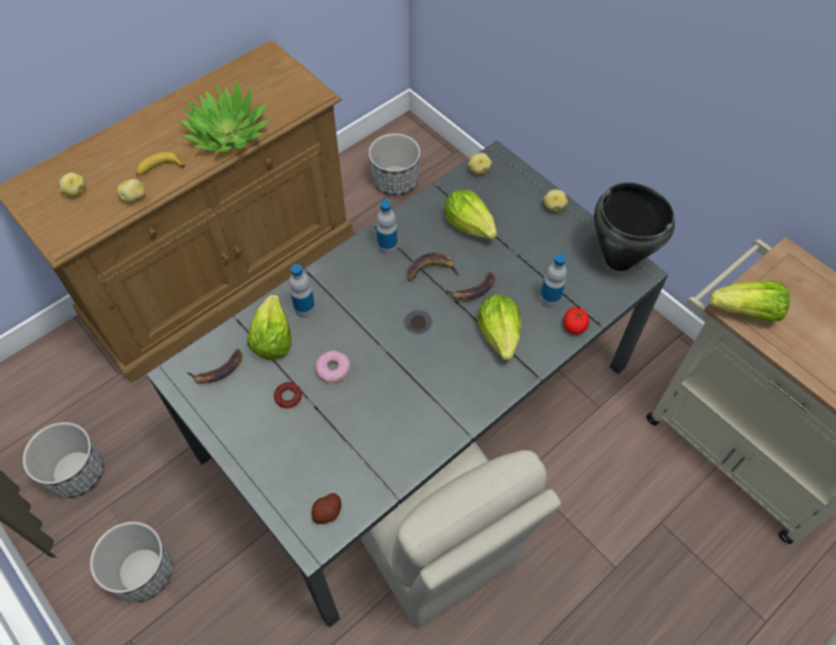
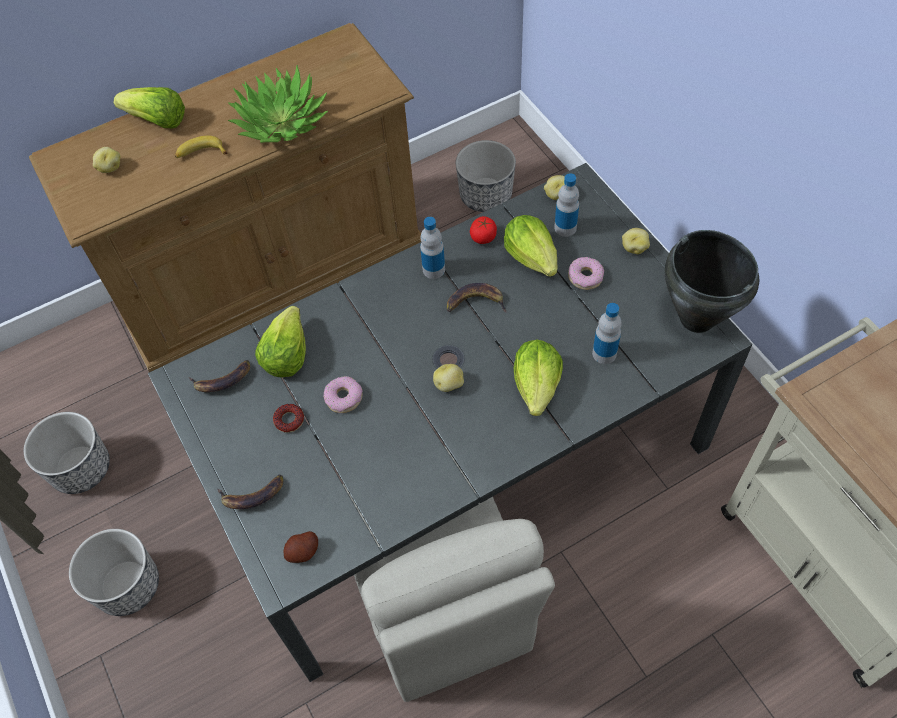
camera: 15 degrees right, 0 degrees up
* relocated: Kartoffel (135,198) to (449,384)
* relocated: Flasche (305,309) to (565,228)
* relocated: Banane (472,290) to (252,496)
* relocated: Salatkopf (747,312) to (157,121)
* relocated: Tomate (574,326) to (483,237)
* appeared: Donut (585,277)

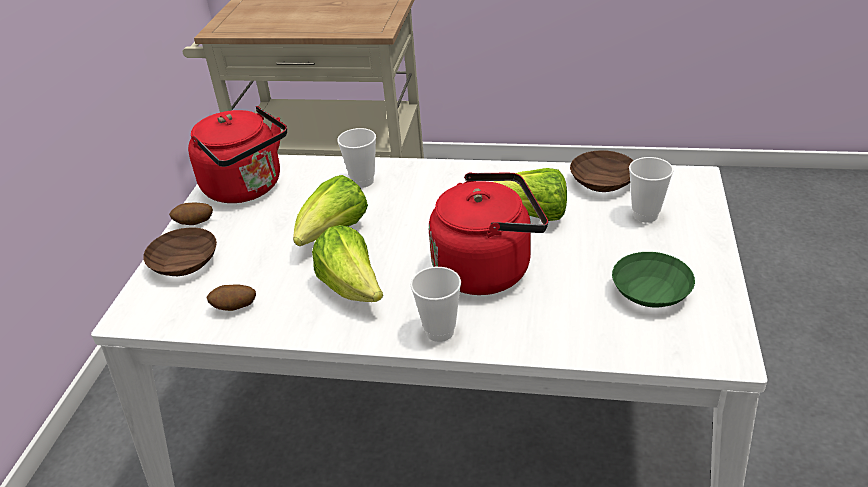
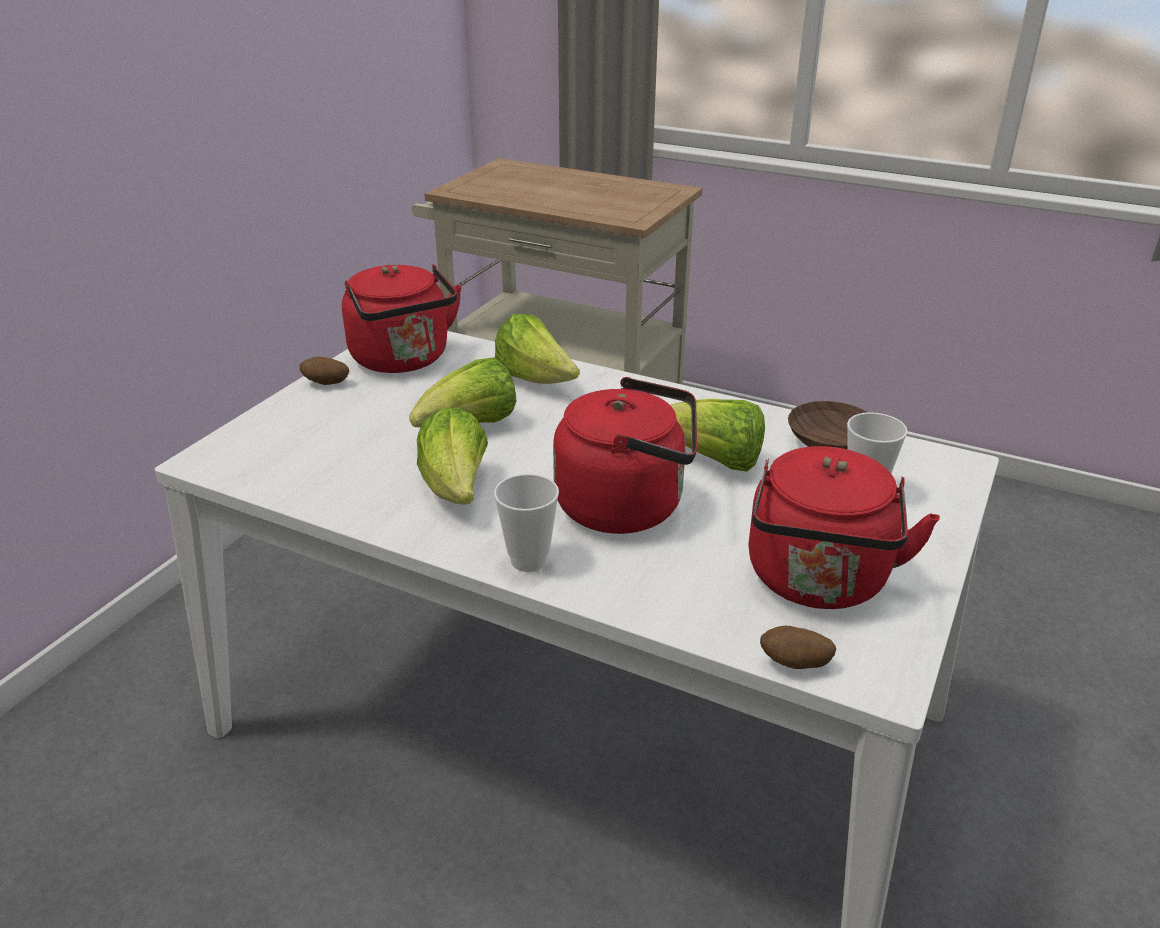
camera: 15 degrees right, 5 degrees down
* exchanged: Tasse (363,181) to Salatkopf (536,380)
* missing: Schüssel (braun) (183,264)
* exchanged: Schüssel (grün) (650,293) to Wasserkessel (rot) (818,583)
* relocated: Kartoffel (234,308) to (794,664)

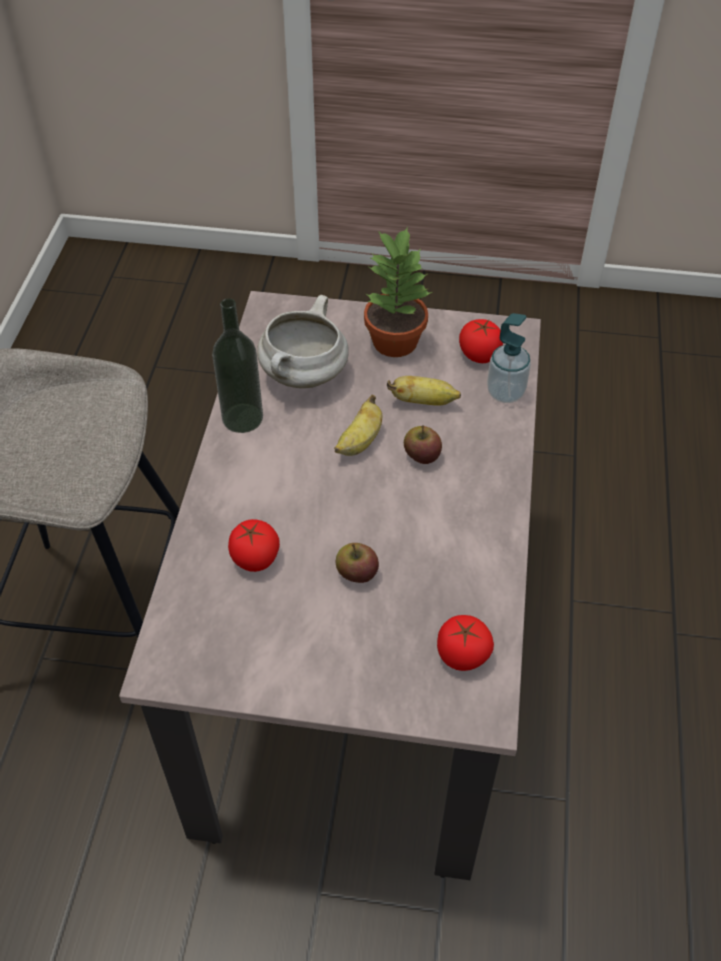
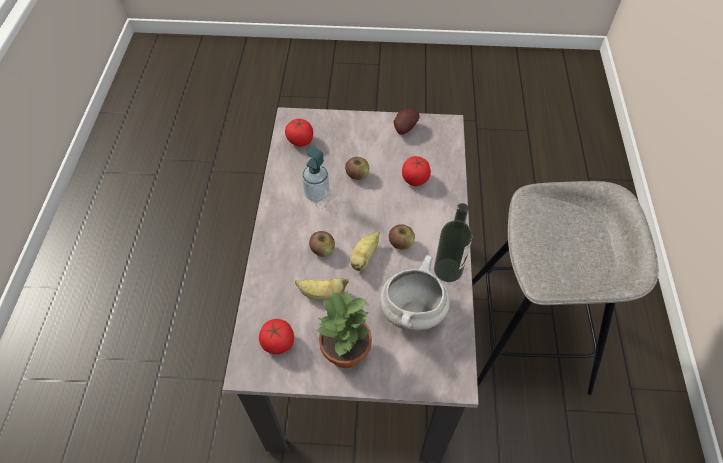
camera: 175 degrees right, 5 degrees up
* relocated: Seifenspender (505,392) to (317,194)
* appeared: Kartoffel (404,128)
* appeared: Apfel (401,243)

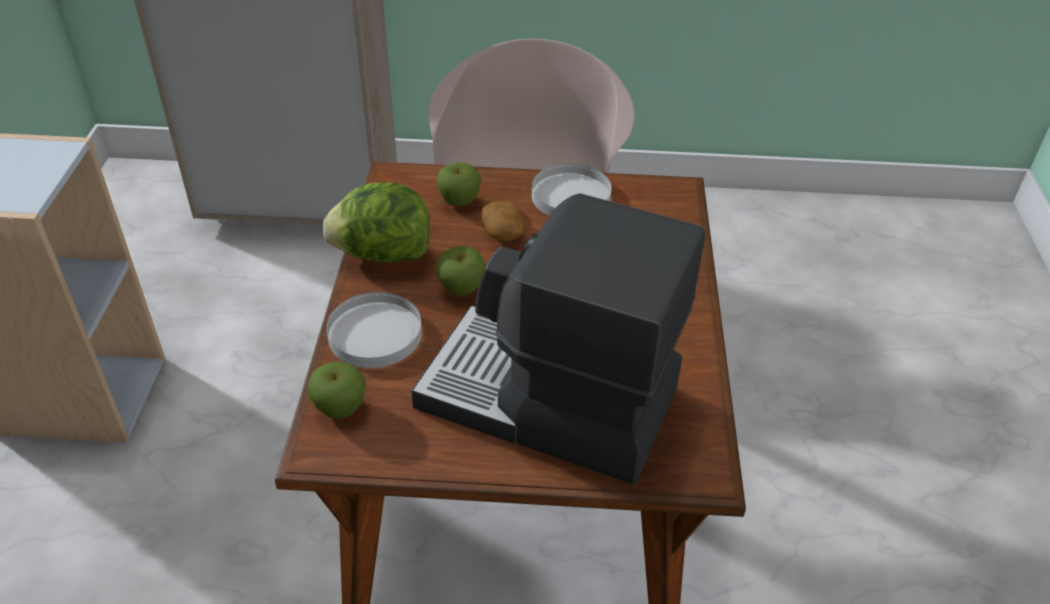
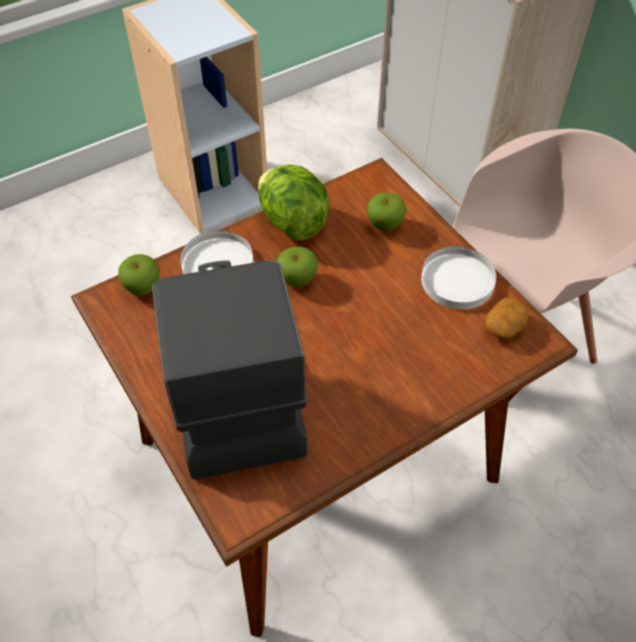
camera: 55 degrees right, 10 degrees up
* relocated: Kartoffel (503,233) to (504,327)

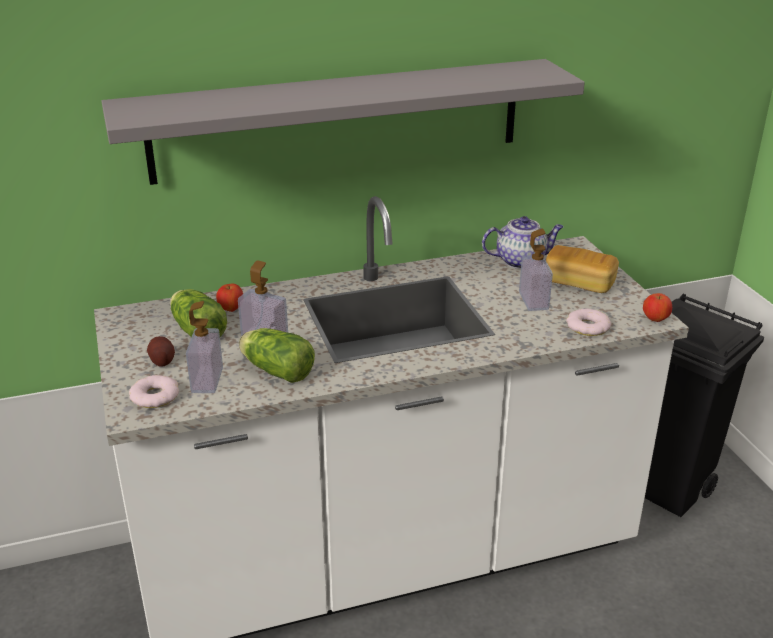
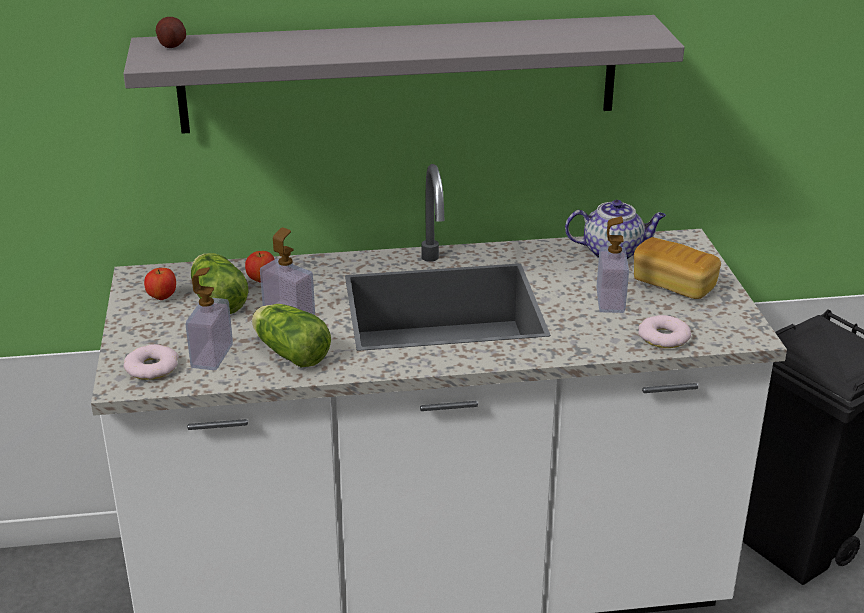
camera: 10 degrees right, 0 degrees up
* relocated: Apfel (655,319) to (162,297)
* relocated: Kartoffel (162,360) to (171,44)

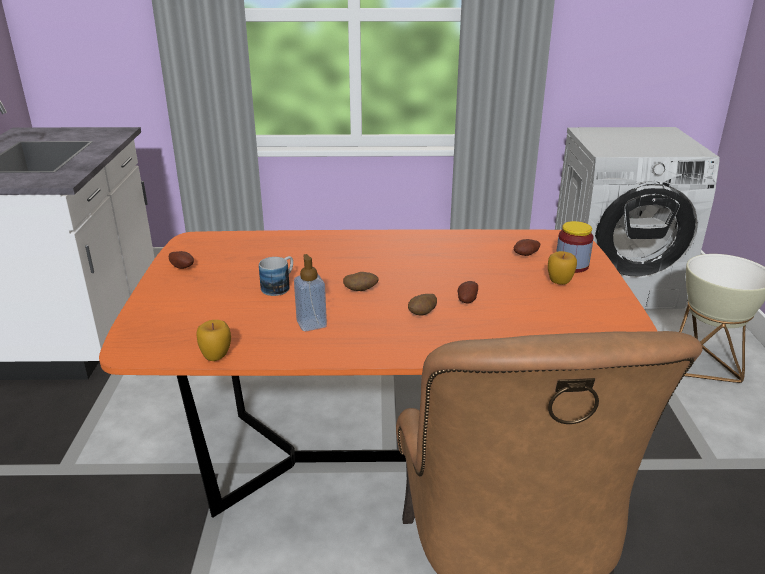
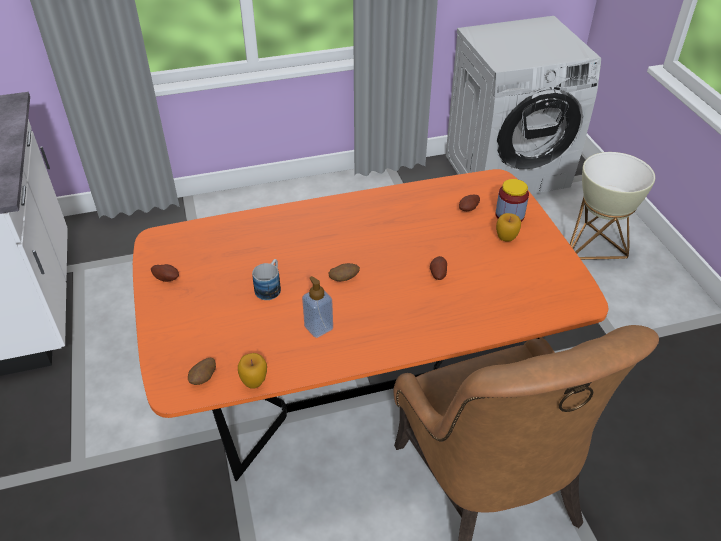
camera: 15 degrees left, 15 degrees up
* relocated: Kartoffel (422,314) to (204,378)

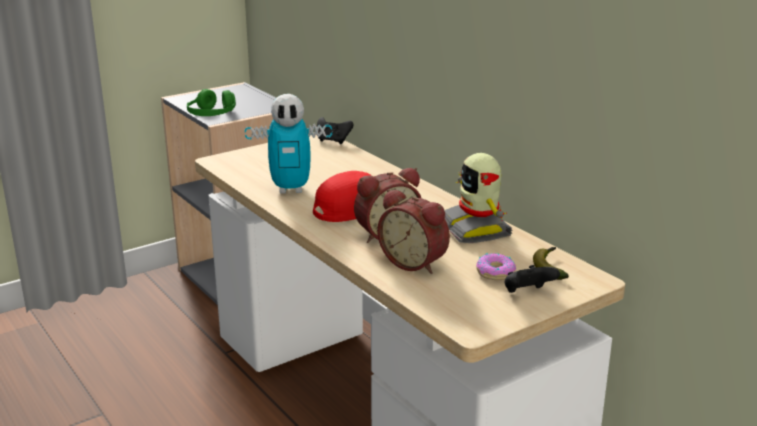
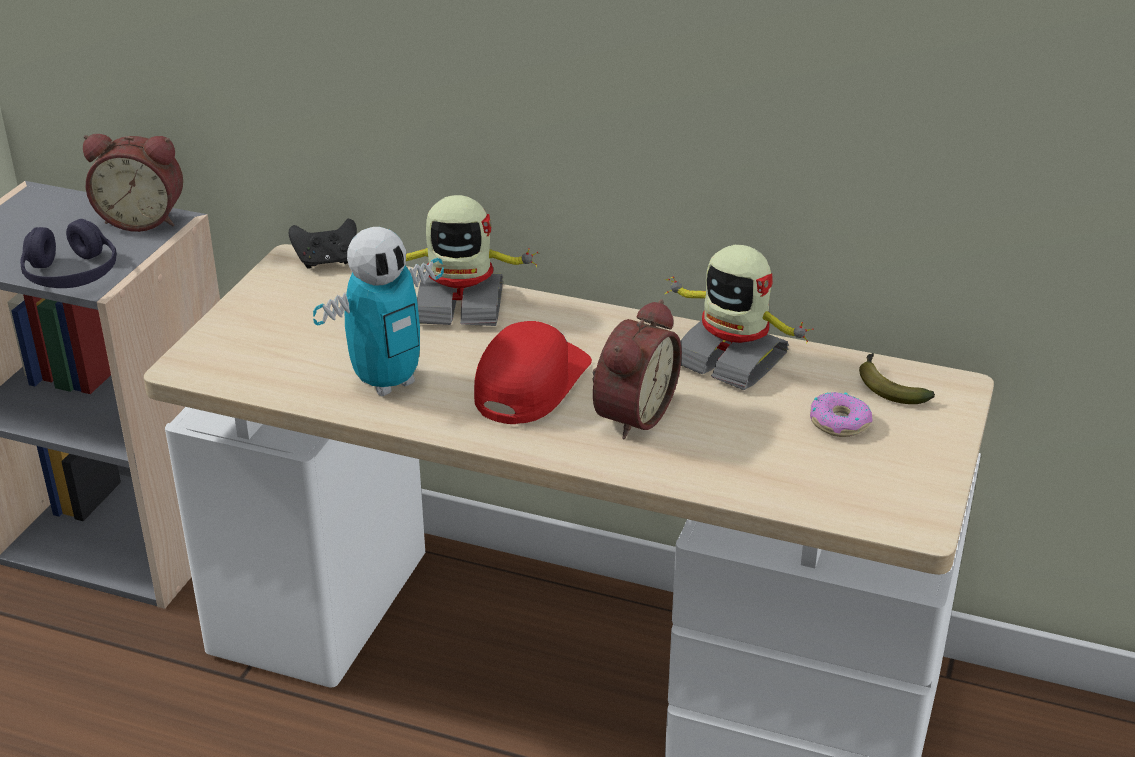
camera: 35 degrees left, 10 degrees up
* colour: Kopfhörer (grün) (212,115) to Kopfhörer (lila) (71,274)
* relocated: Wecker (415,262) to (143,219)
* missing: Gamepad (schwarz) (527,293)
* appeared: Spielzeugroboter (460,305)

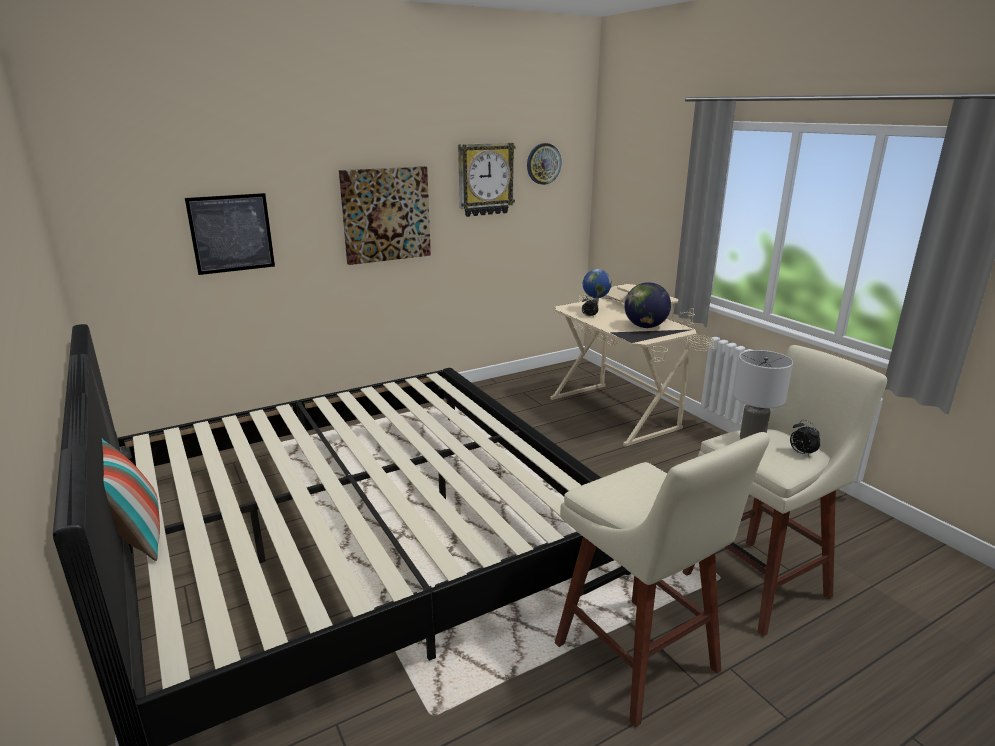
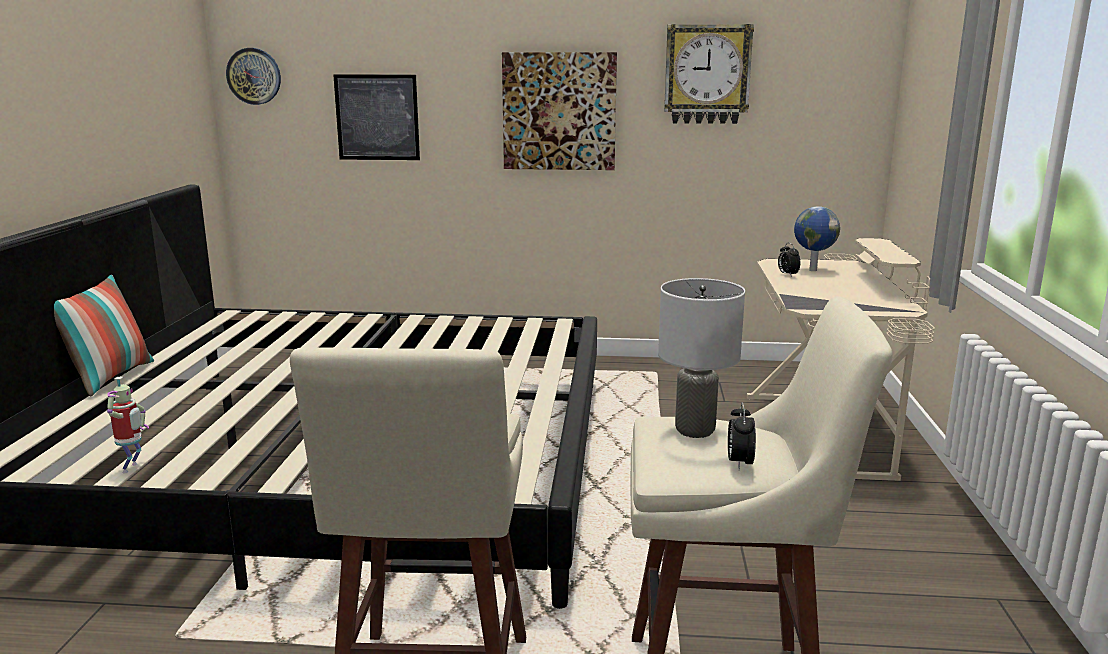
camera: 35 degrees right, 5 degrees down
* relocated: Wanduhr (543,163) to (254,76)
* missing: Globus (645,327)
* appeared: Spielzeugroboter (133,468)

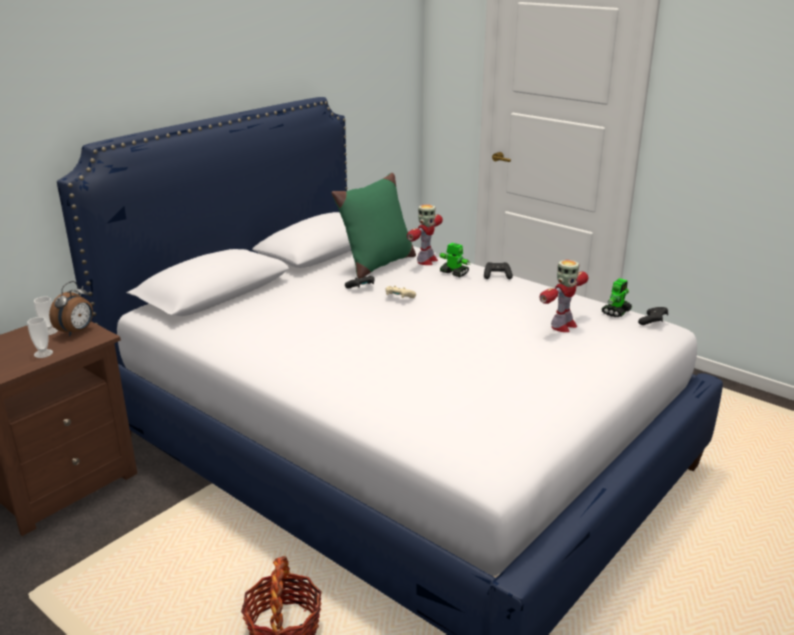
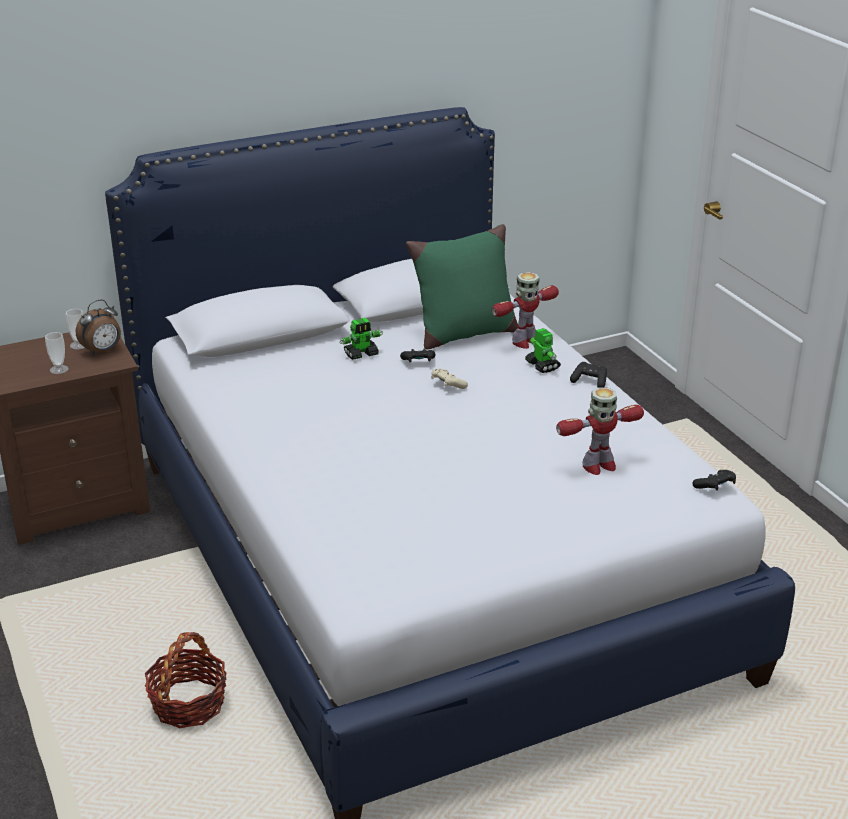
camera: 25 degrees right, 5 degrees up
* relocated: Spielzeugroboter (616,312) to (361,354)

